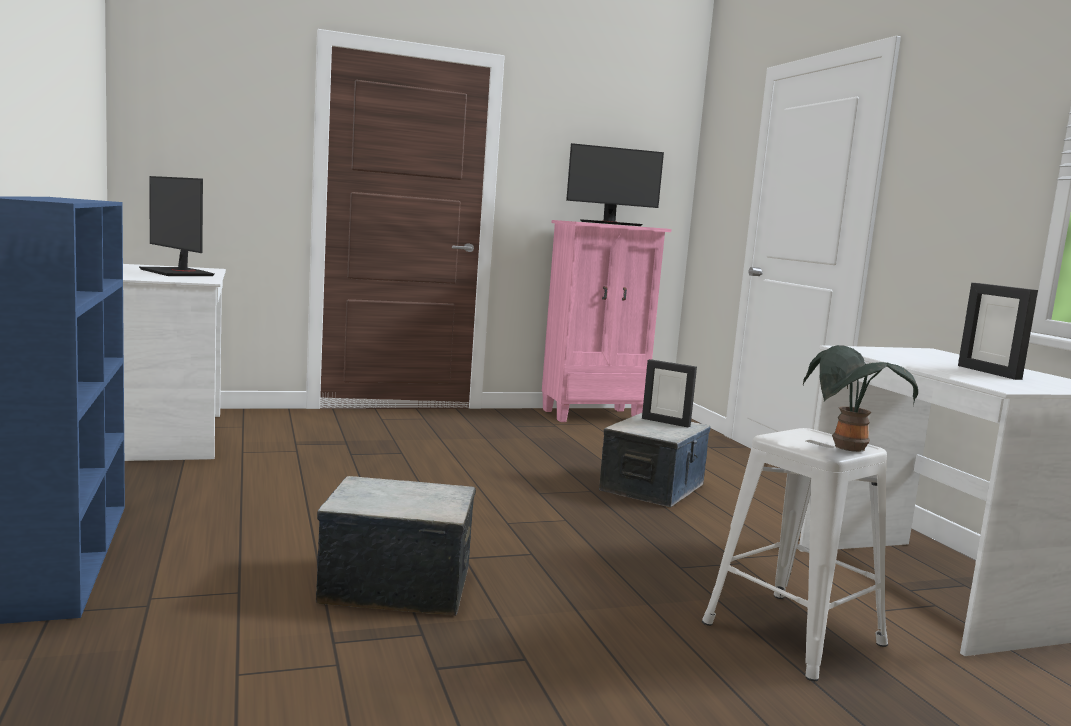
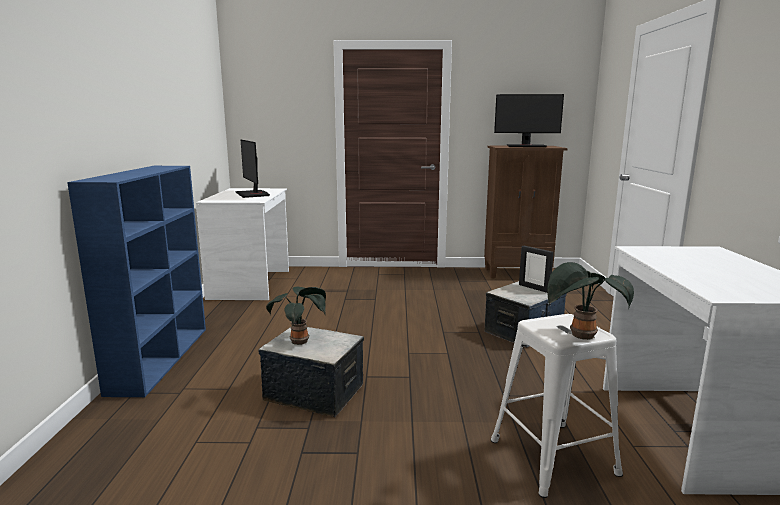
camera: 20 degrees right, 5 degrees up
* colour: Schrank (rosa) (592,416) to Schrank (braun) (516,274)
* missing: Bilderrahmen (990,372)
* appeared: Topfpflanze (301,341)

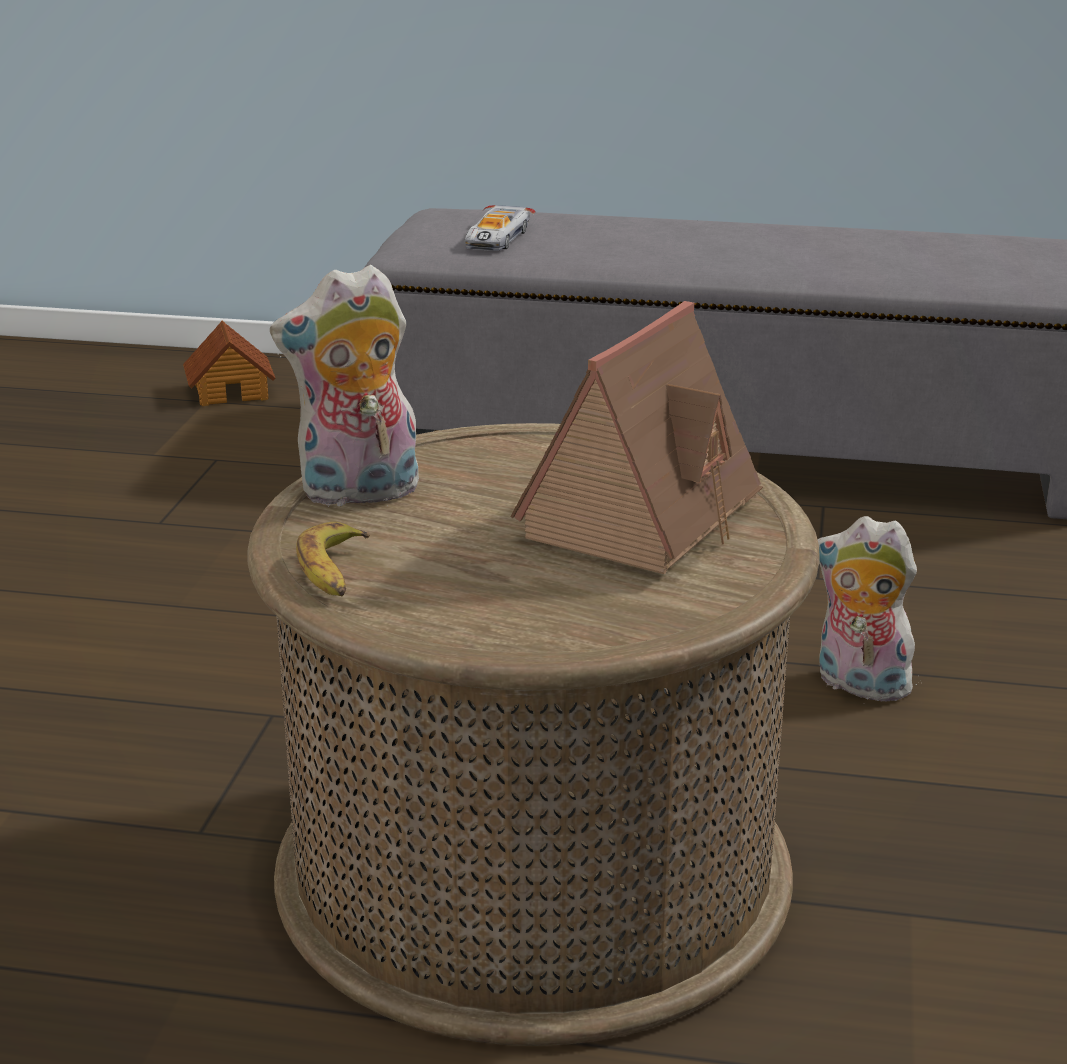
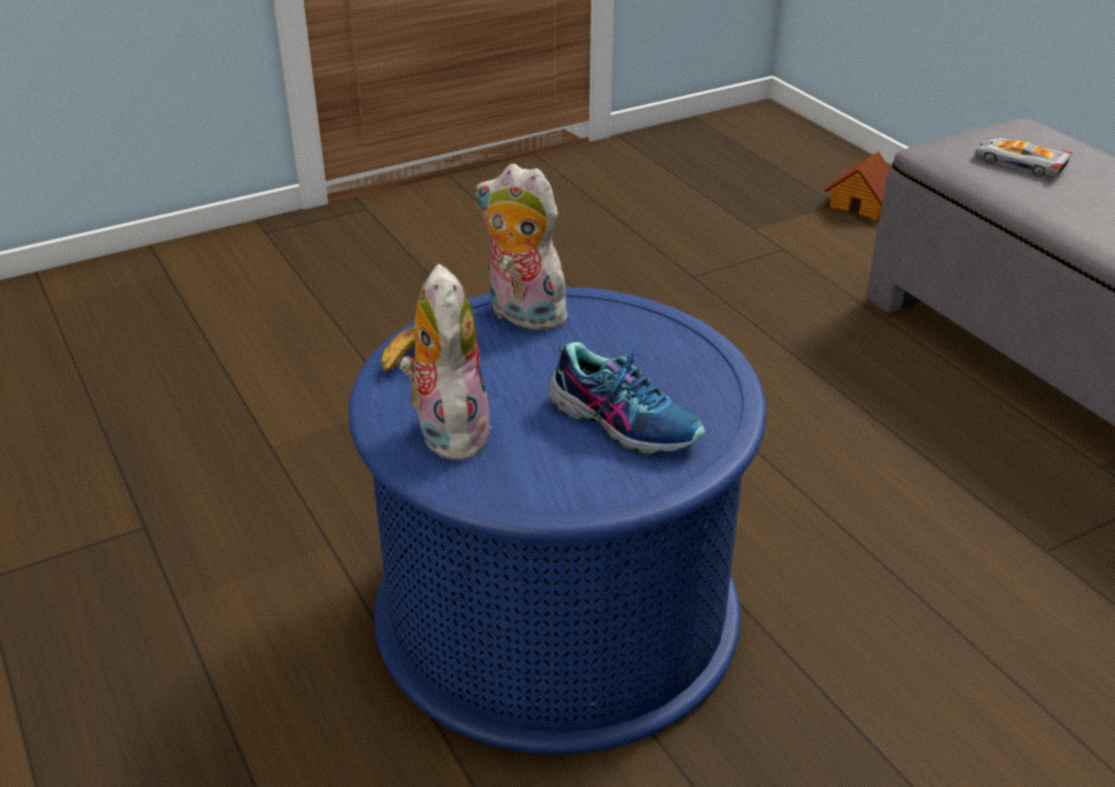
camera: 50 degrees right, 10 degrees up
* spun: Spielzeugauto (496,238) = (1019,164) 60 degrees clockwise
* exchanged: Spielzeughaus (644,516) to Schuh (624,420)
* colour: Couchtisch (braun) (533,869) to Couchtisch (blau) (557,608)
* relocated: Plüschtier (858,685) to (447,431)

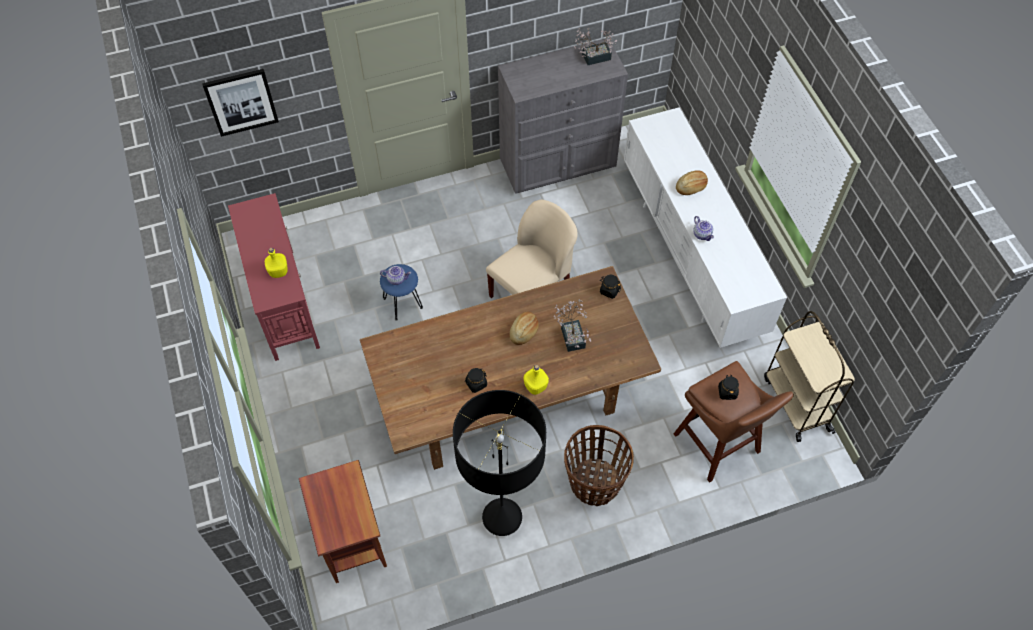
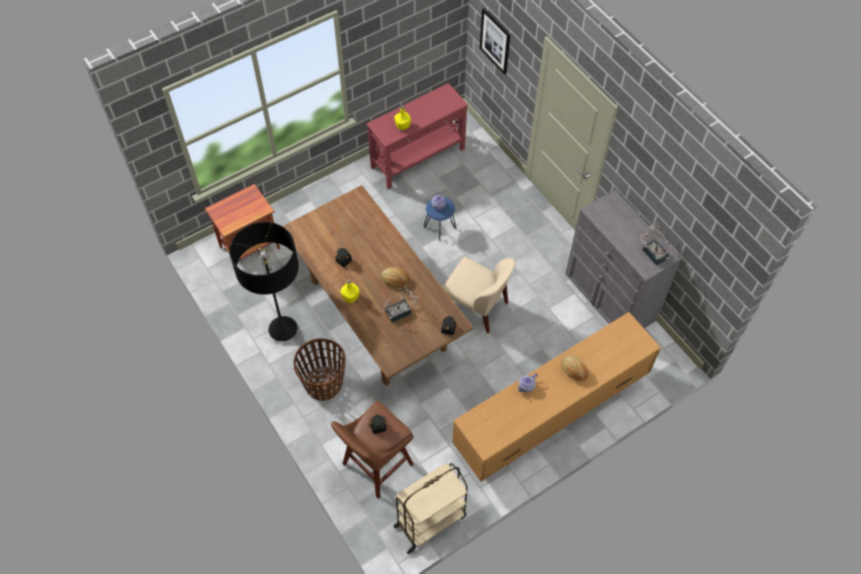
camera: 75 degrees right, 0 degrees up
* colour: Schrank (weiß) (691,258) to Schrank (braun) (550,417)

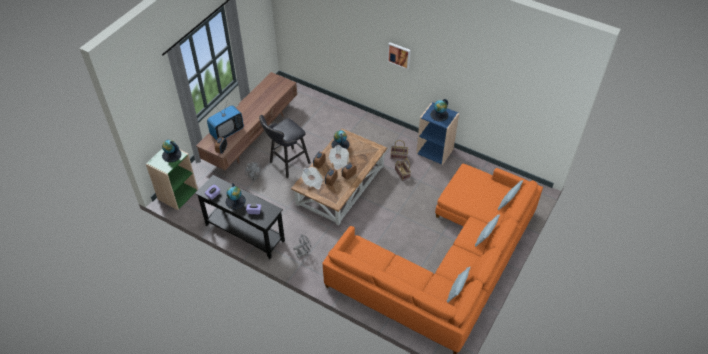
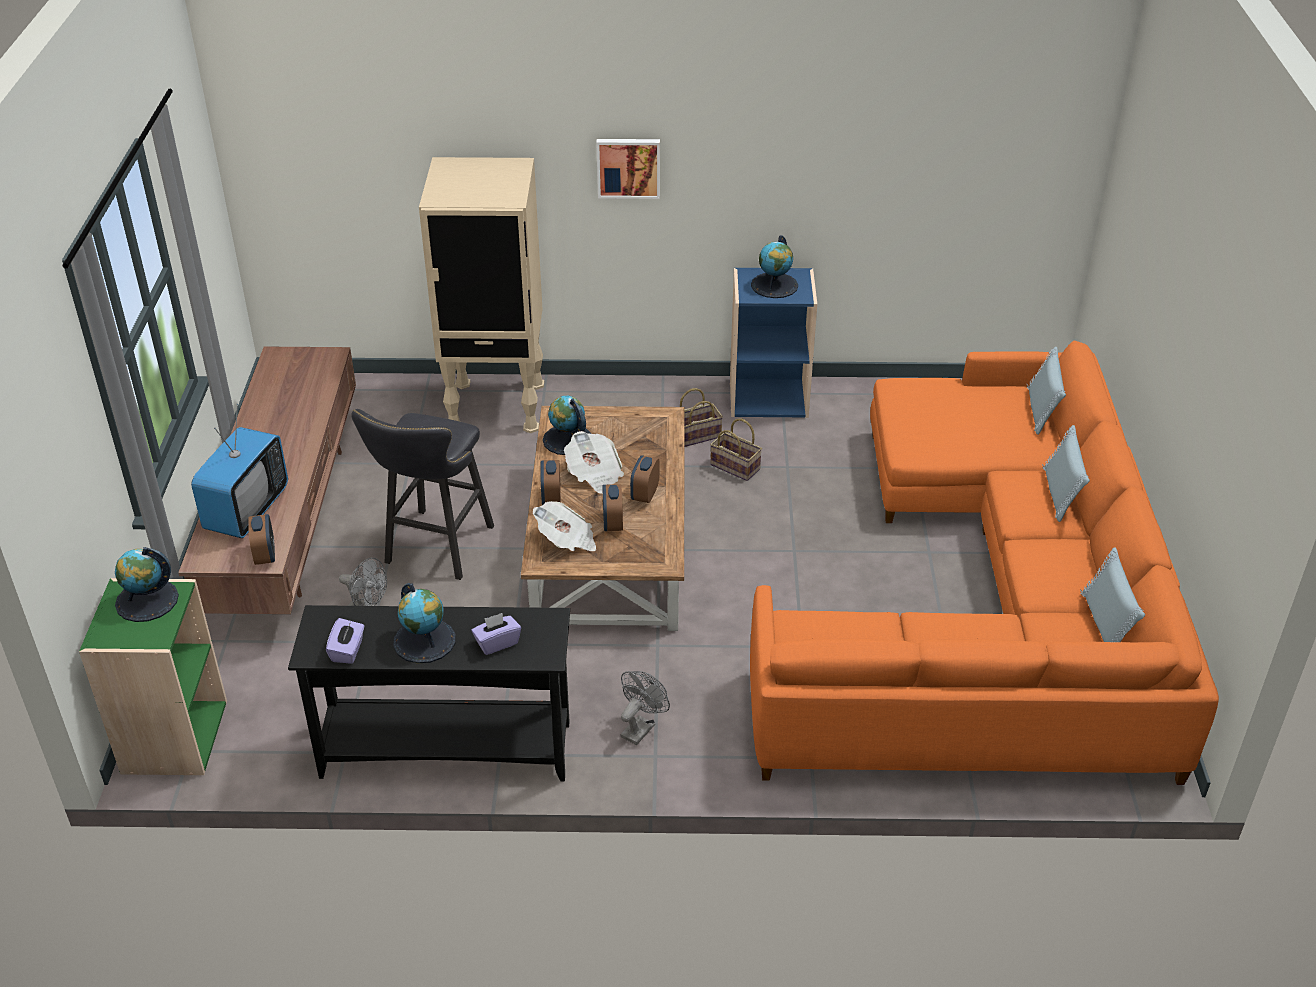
camera: 30 degrees left, 10 degrees down
* appeared: Schrank (beige) (497,406)

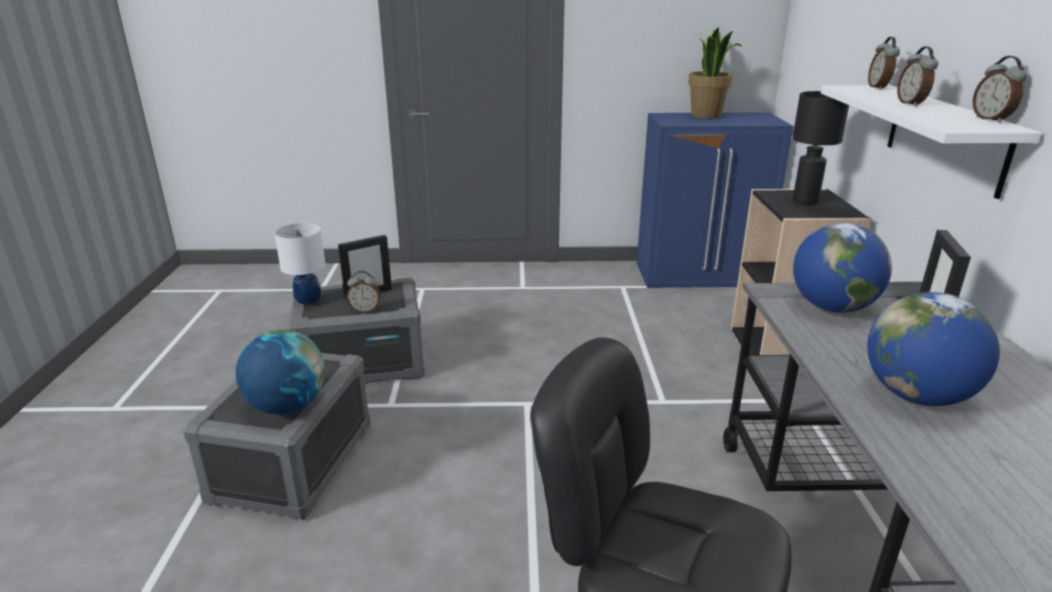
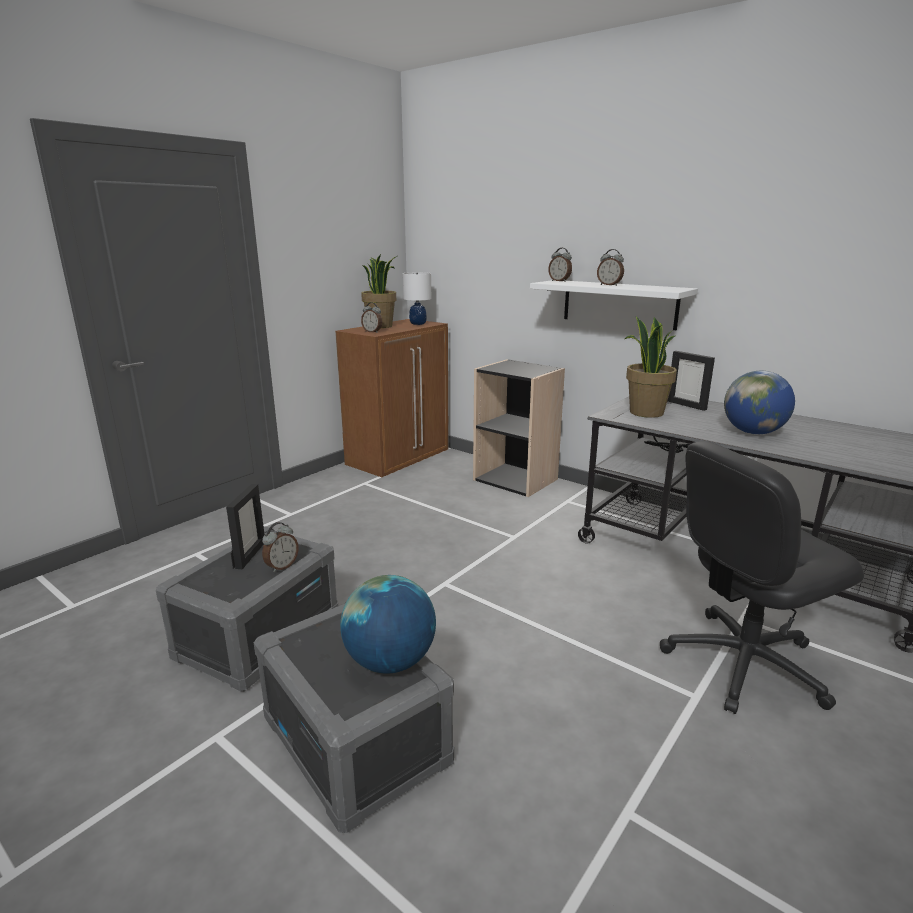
camera: 50 degrees left, 5 degrees down
* relocated: Wecker (991,120) to (372,332)
* missing: Tischlampe (schwarz) (805,201)
* colour: Schrank (blau) (699,274) to Schrank (braun) (398,456)
* relocated: Tischlampe (weiß) (307,300) to (417,324)
* exchanged: Globus (832,307) to Topfpflanze (645,412)

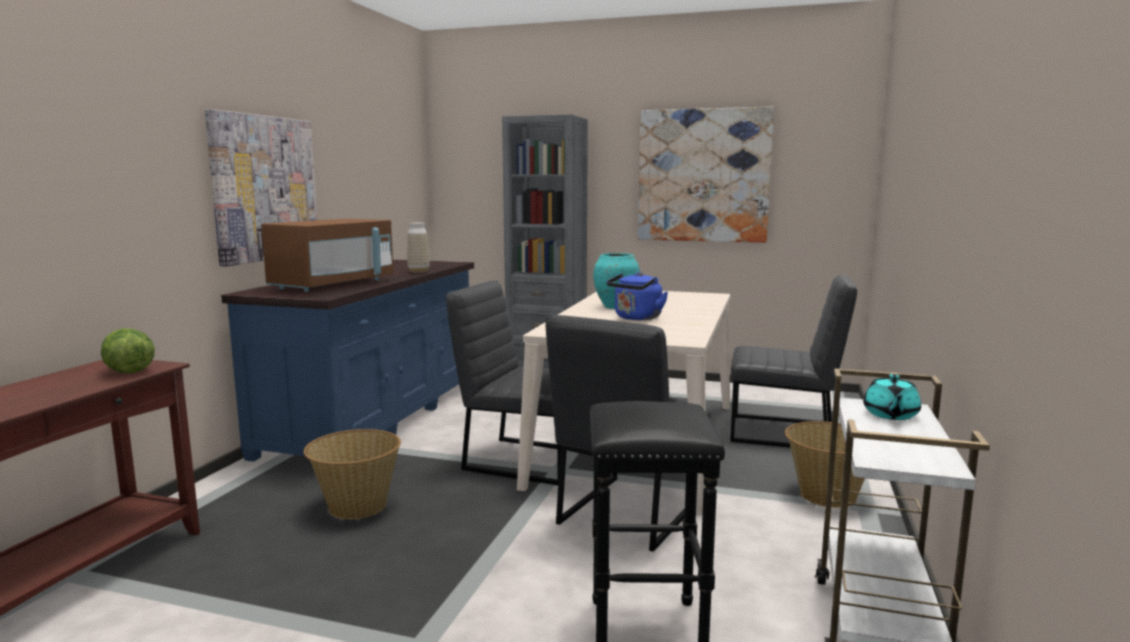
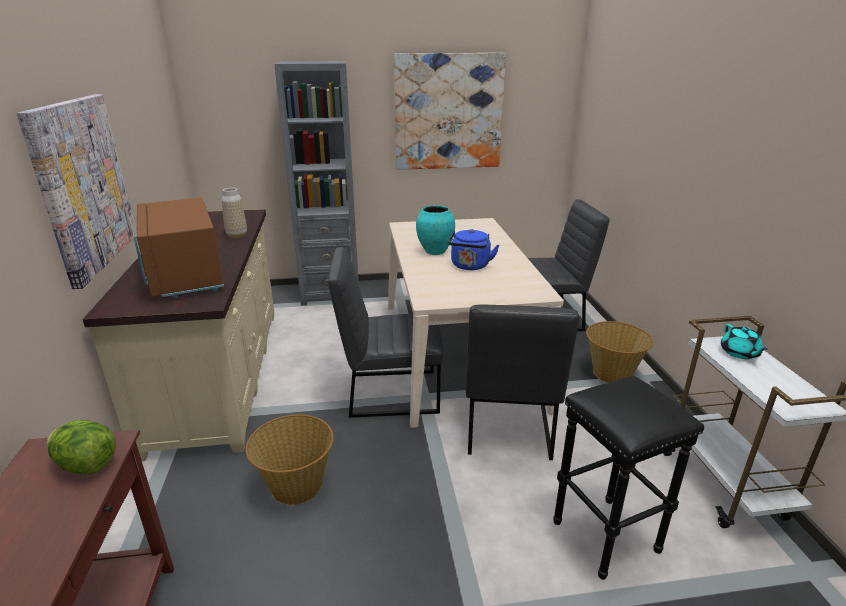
camera: 25 degrees left, 15 degrees up
* spun: Mikrowelle (braun) (333,285) = (185,276) 150 degrees clockwise
* colour: Schrank (blau) (376,417) to Schrank (beige) (219,374)

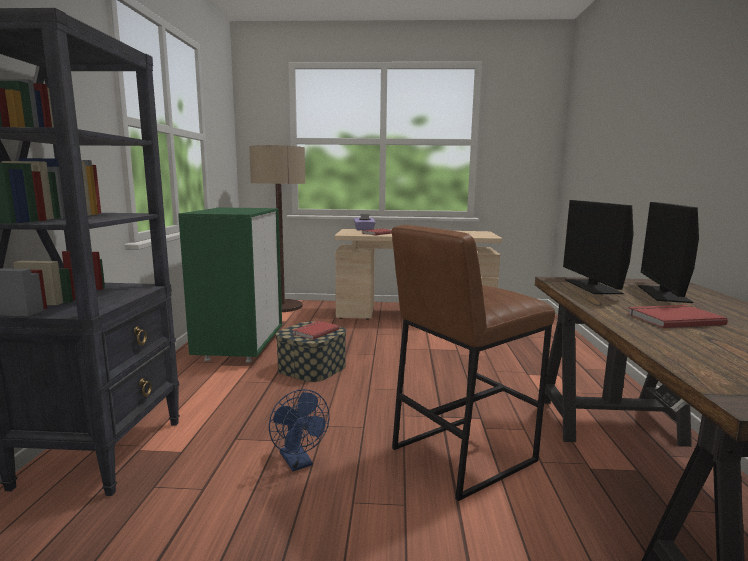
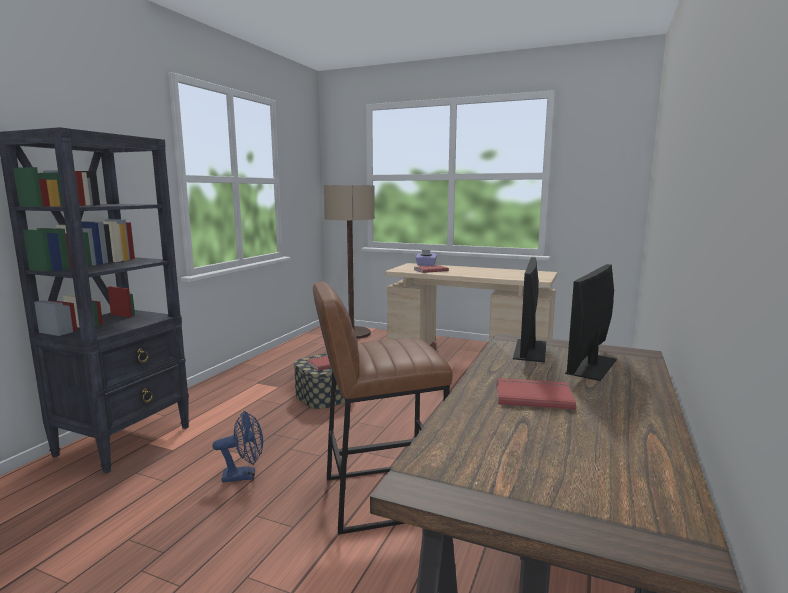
camera: 20 degrees right, 0 degrees up
* missing: Schrank (grün) (240,347)
* spun: Ventilator (blau) (298,463) = (244,475) 90 degrees counterclockwise

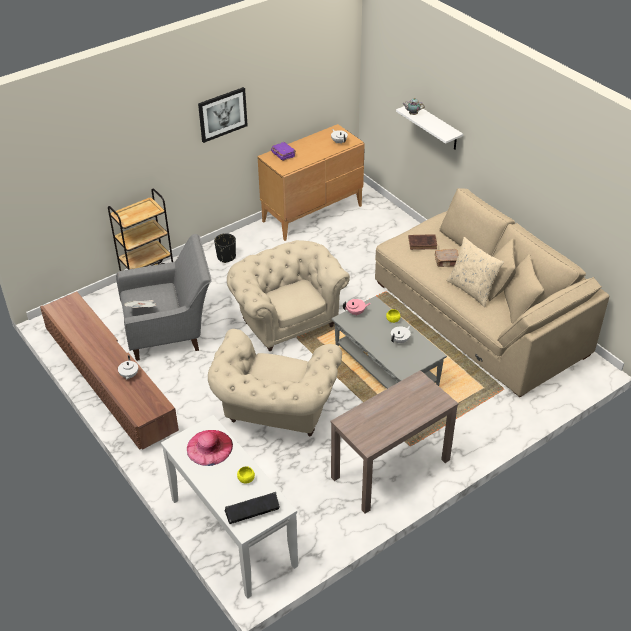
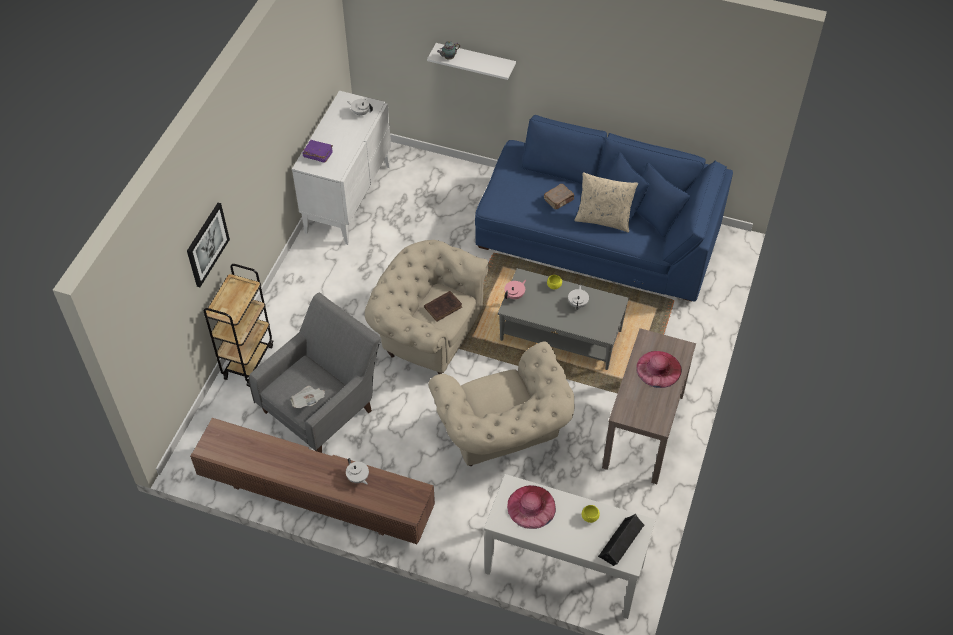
camera: 35 degrees left, 10 degrees up
* relocated: Bild (222,114) to (207,244)
* colour: Schrank (braun) (312,213) to Schrank (weiß) (348,199)
* colour: Sofa (beige) (478,317) to Sofa (blau) (596,238)
* missing: Pflanzkübel (schwarz) (226,257)
* relocated: Buch (braun) (423,243) to (444,307)
* appeared: Hut (rosa) (658,369)

